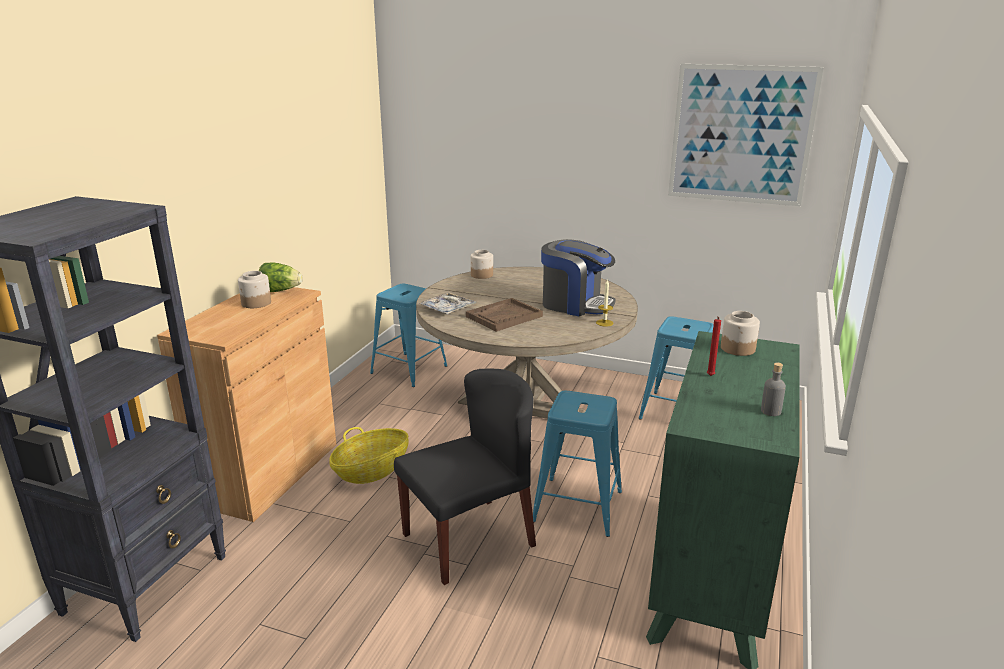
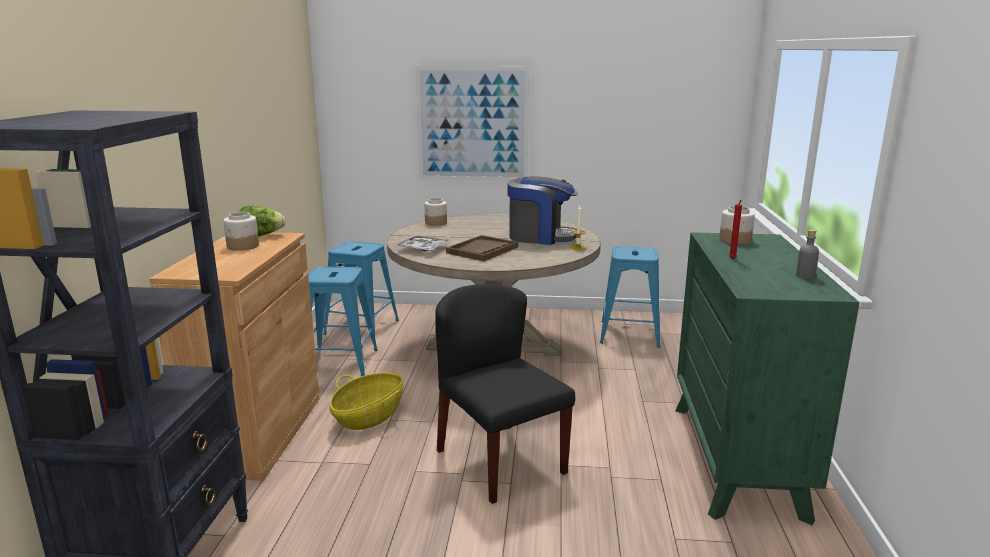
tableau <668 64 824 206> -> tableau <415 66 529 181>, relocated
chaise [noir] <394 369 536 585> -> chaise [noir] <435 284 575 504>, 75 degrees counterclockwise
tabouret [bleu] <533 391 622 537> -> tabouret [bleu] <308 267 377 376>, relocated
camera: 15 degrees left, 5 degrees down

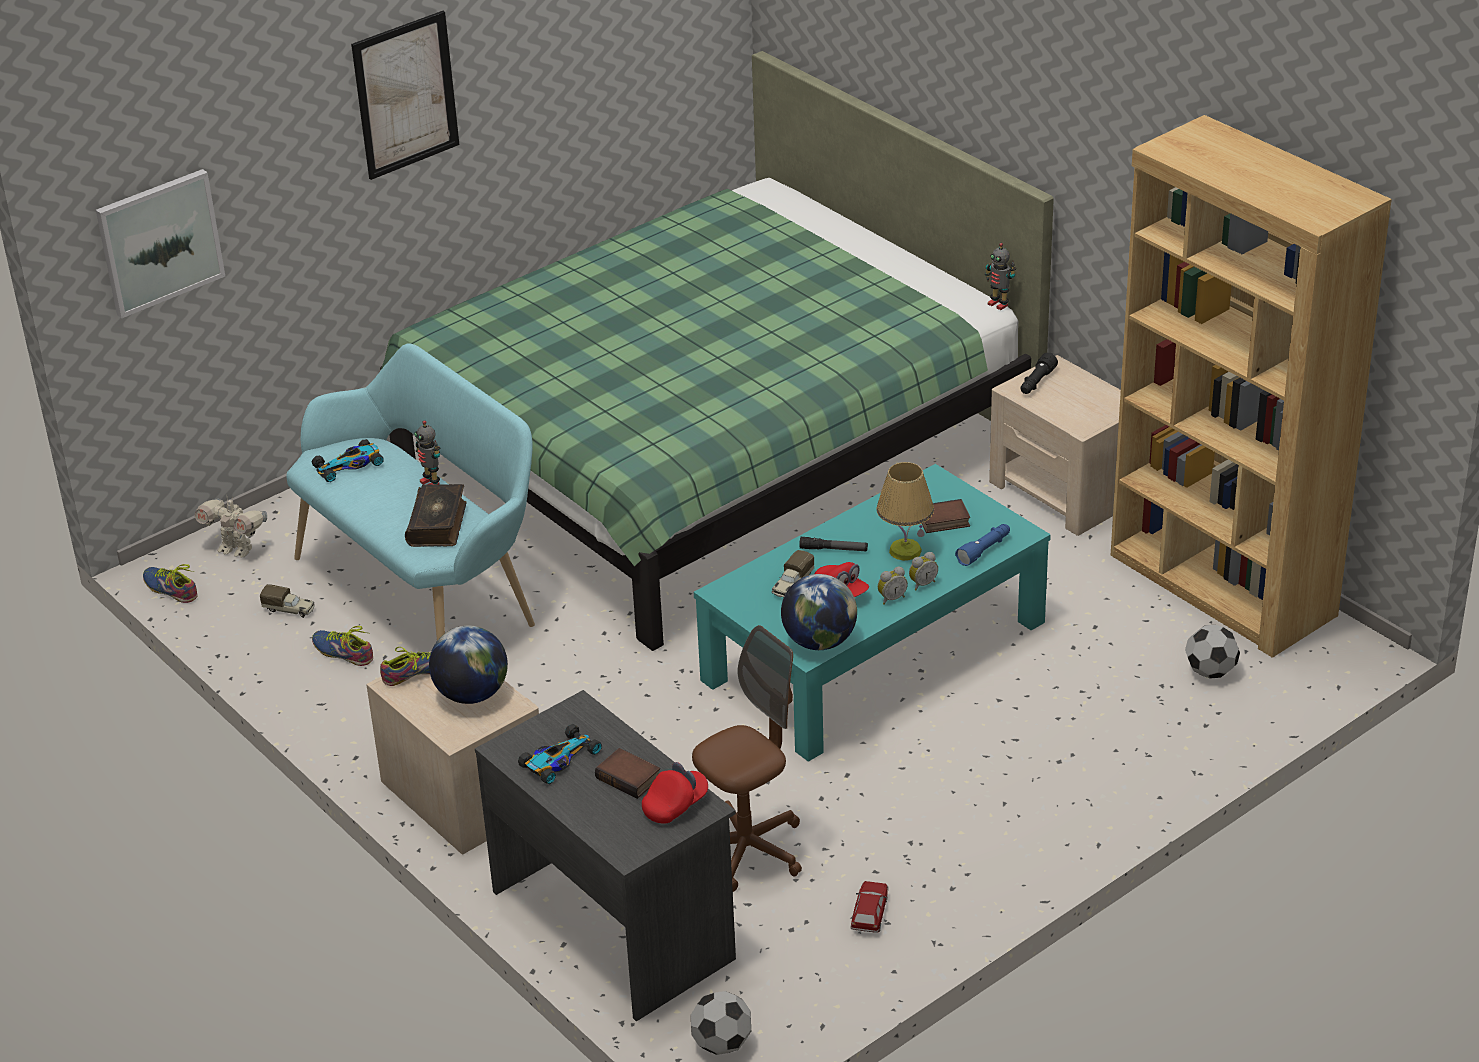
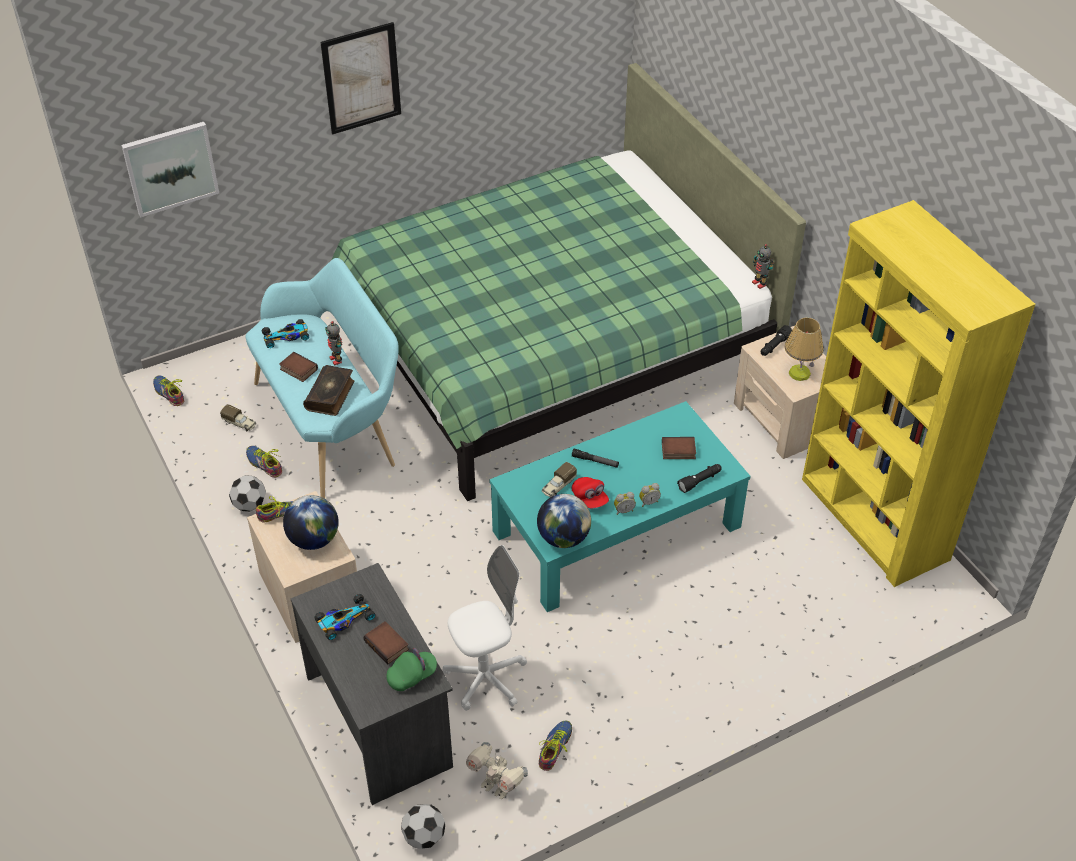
bibliothèque [marron] <1111 115 1392 658> -> bibliothèque [jaune] <802 200 1036 587>
lampe de table <876 462 934 561> -> lampe de table <785 318 824 381>, relocated
robot jouet <195 496 267 558> -> robot jouet <466 742 528 799>, relocated
lampe de poche [bleu] <955 524 1010 566> -> lampe de poche [noir] <677 464 722 493>
chaise de bureau [marron] <692 625 802 892> -> chaise de bureau [blanc] <443 545 527 711>
ballon de foot <1185 625 1240 678> -> ballon de foot <229 475 266 512>, relocated
casquette [rouge] <642 762 708 824> -> casquette [vert] <387 648 437 691>
petite voiture <850 881 888 933> -> chaussure <539 721 572 771>
none -> livre <279 352 318 382>
camera: 10 degrees right, 10 degrees up

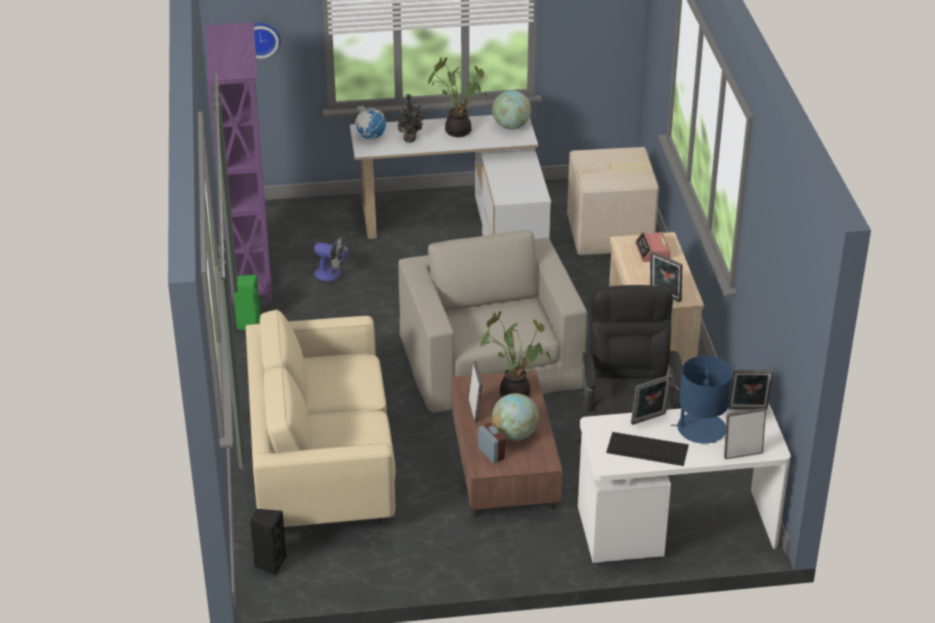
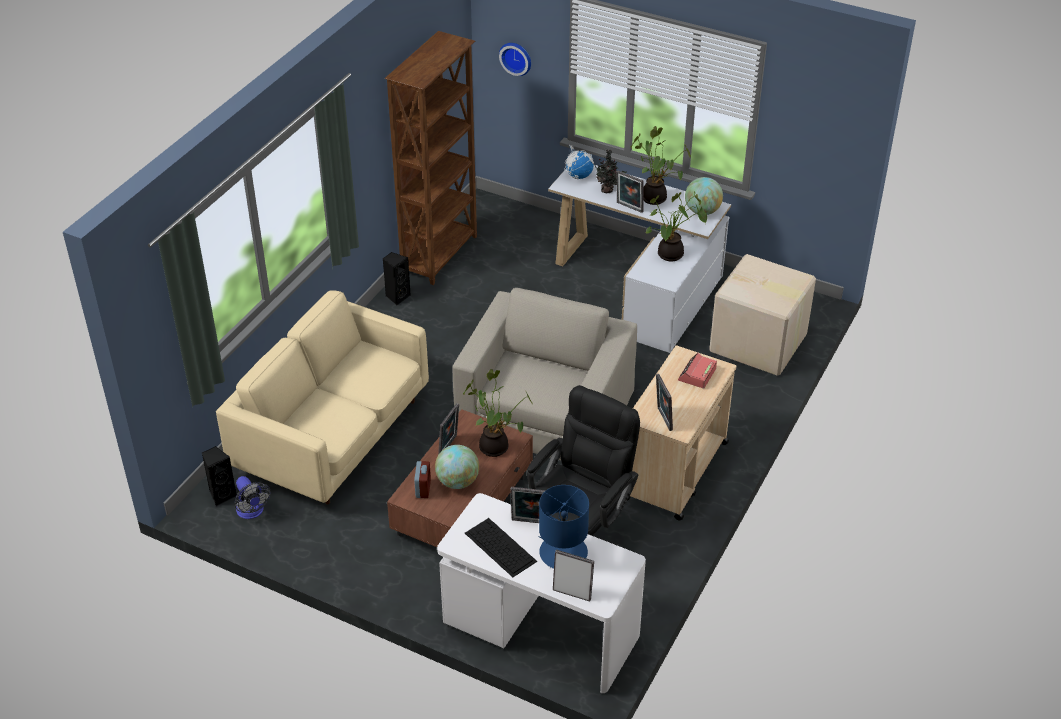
bibliothèque [violet] <206 23 273 304> -> bibliothèque [marron] <385 31 477 285>
ventilateur <314 236 349 281> -> ventilateur <235 476 271 519>, relocated
enceinte [vert] <234 274 260 330> -> enceinte [noir] <382 252 411 305>
cadre photo <729 370 773 410> -> cadre photo <616 171 644 213>, relocated
none -> plante en pot <646 192 707 261>
camera: 35 degrees right, 5 degrees up

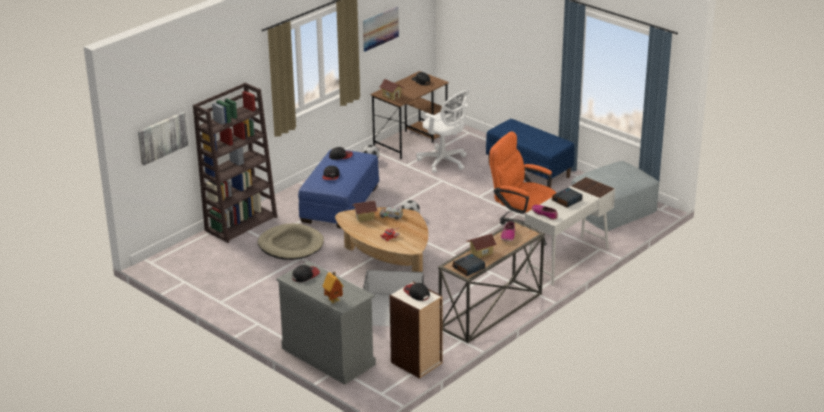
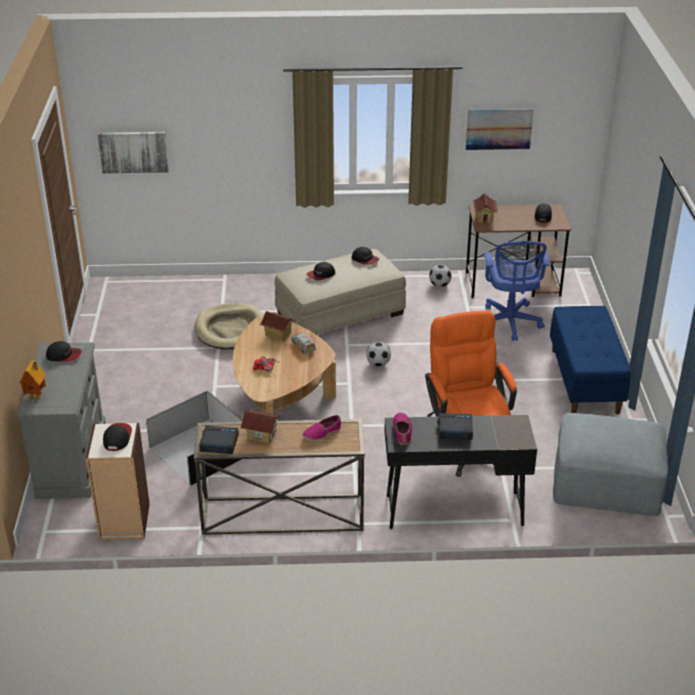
bibliothèque [marron] <193 83 277 243> -> none
chaise de bureau [blanc] <416 90 470 173> -> chaise de bureau [bleu] <484 241 551 341>
pouf [bleu] <298 149 379 229> -> pouf [beige] <275 249 406 335>
bureau [blanc] <525 177 615 286> -> bureau [noir] <384 415 537 529>
camera: 45 degrees right, 5 degrees up

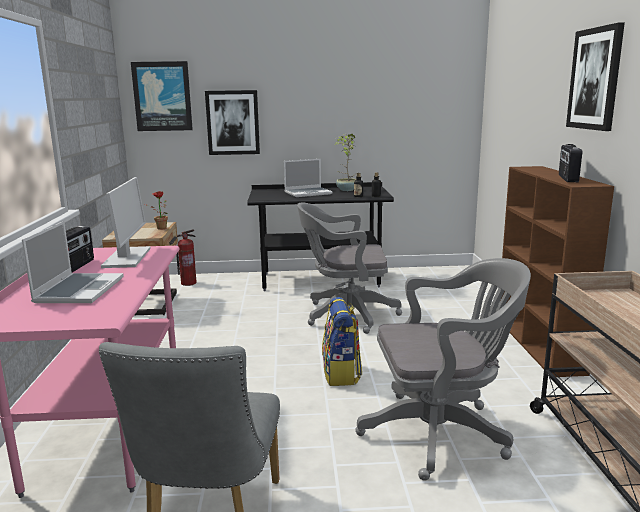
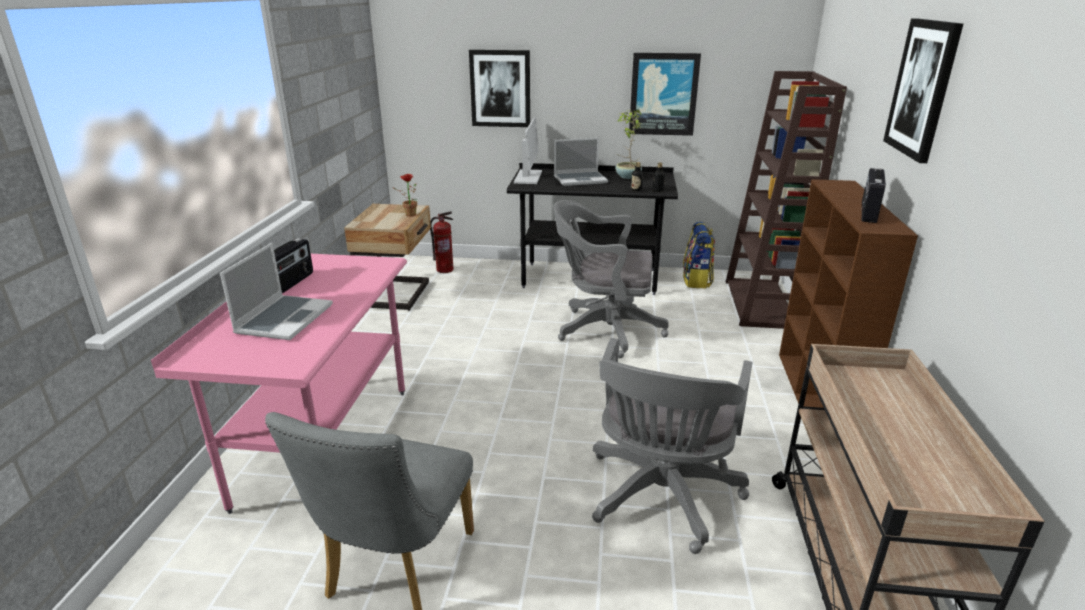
tableau <131 61 193 131> -> tableau <629 53 701 136>, relocated
écran d'ordinateur <101 177 151 268> -> écran d'ordinateur <514 117 542 184>, relocated
chaise de bureau [gris] <355 258 531 481> -> chaise de bureau [gris] <592 338 753 554>, 105 degrees clockwise
sac à dos <322 297 362 386> -> sac à dos <683 222 715 288>, relocated
none -> bibliothèque [marron] <726 71 847 329>
camera: 10 degrees right, 10 degrees up

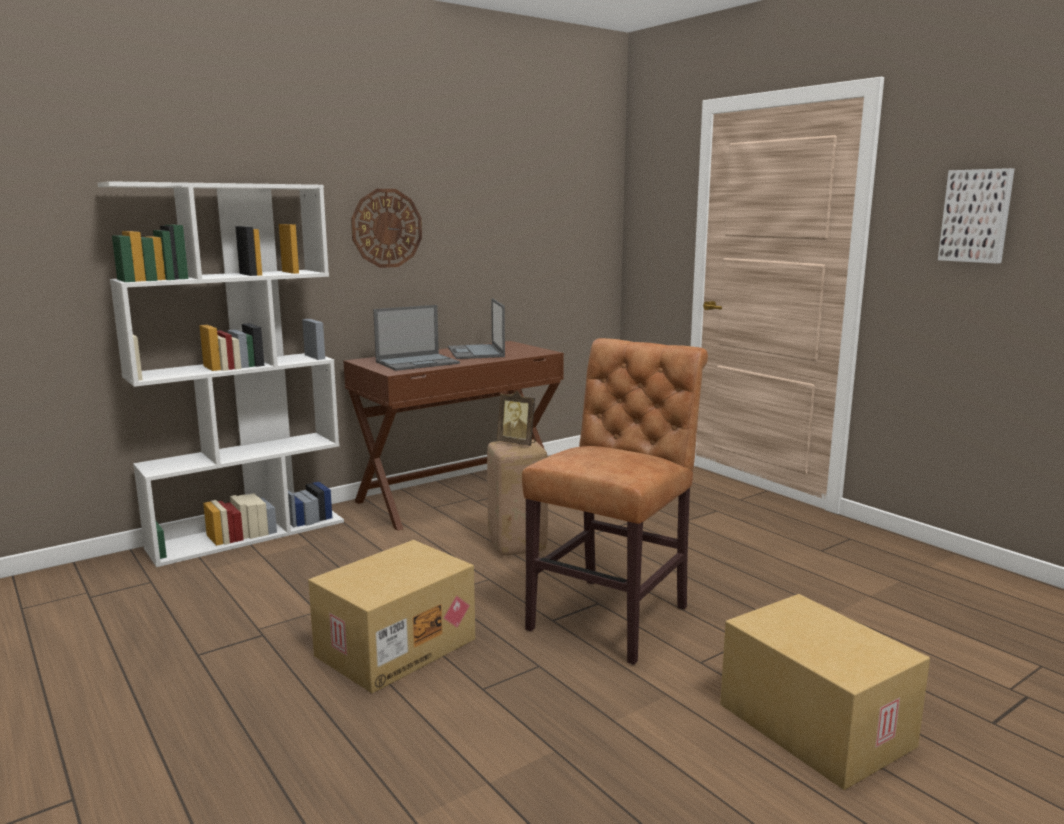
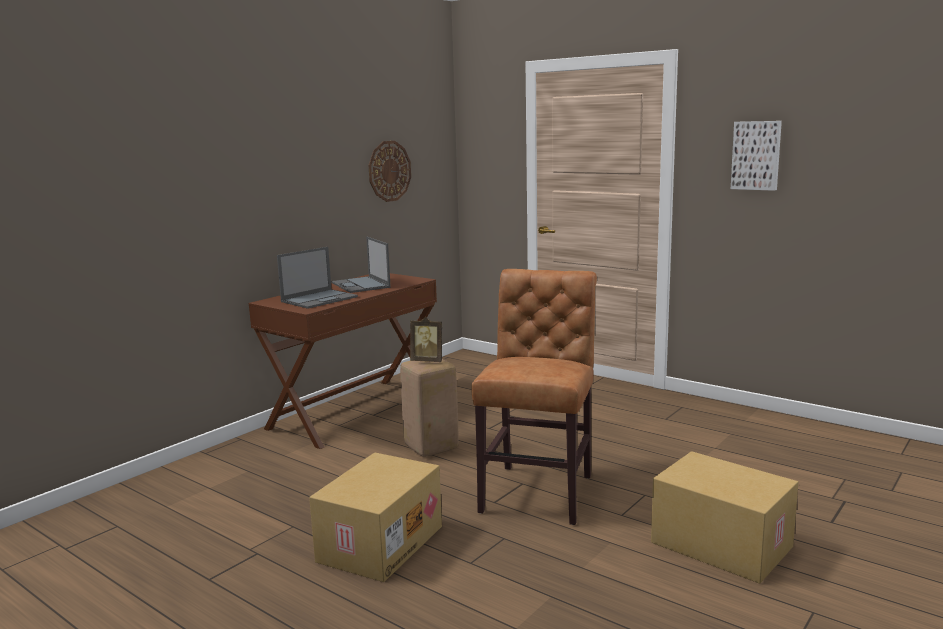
bibliothèque [blanc] <98 181 344 567> -> none
horloge murale <351 189 422 268> -> horloge murale <368 141 411 202>, relocated
camera: 15 degrees left, 0 degrees up

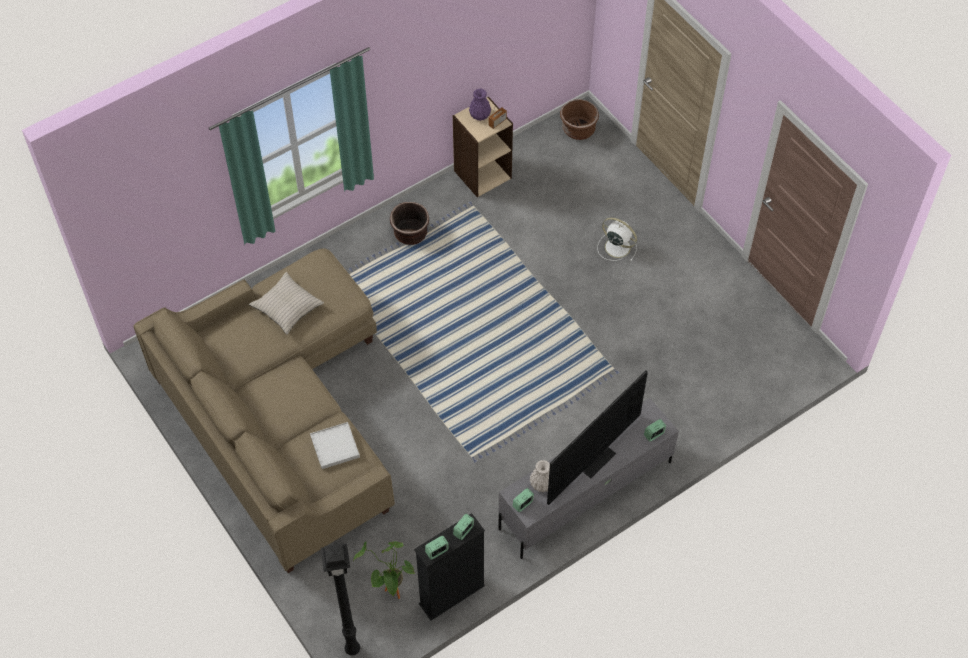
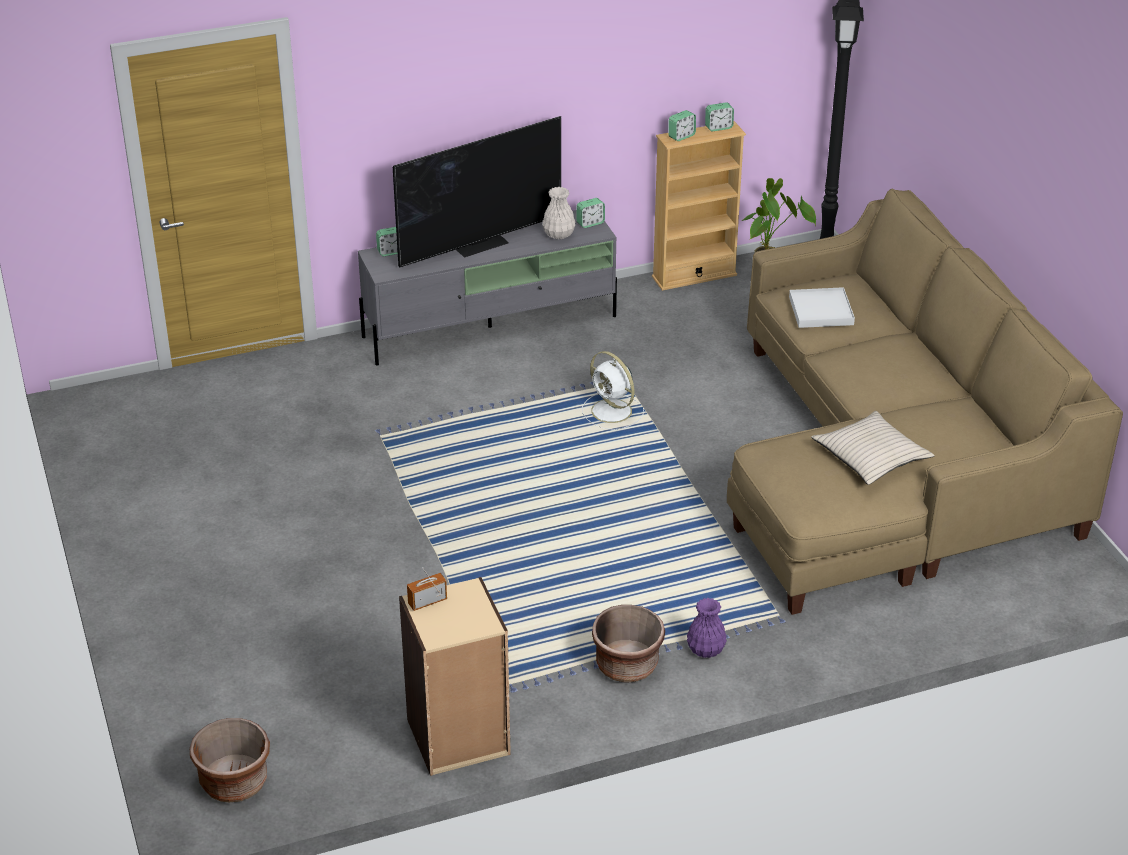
vase [violet] <469 88 491 121> -> vase [violet] <687 598 727 658>, relocated
ventilateur [blanc] <597 218 637 261> -> ventilateur [blanc] <582 351 644 430>, relocated
bibliothèque [noir] <414 513 485 621> -> bibliothèque [beige] <652 121 746 291>
camera: 165 degrees left, 20 degrees down

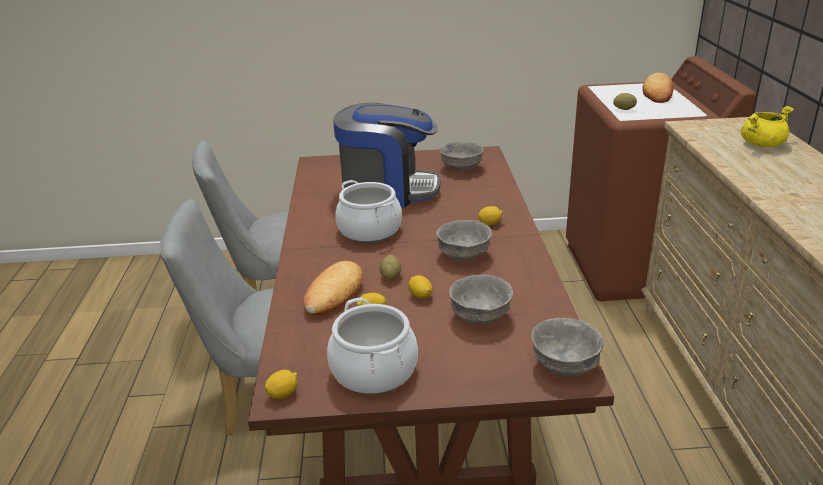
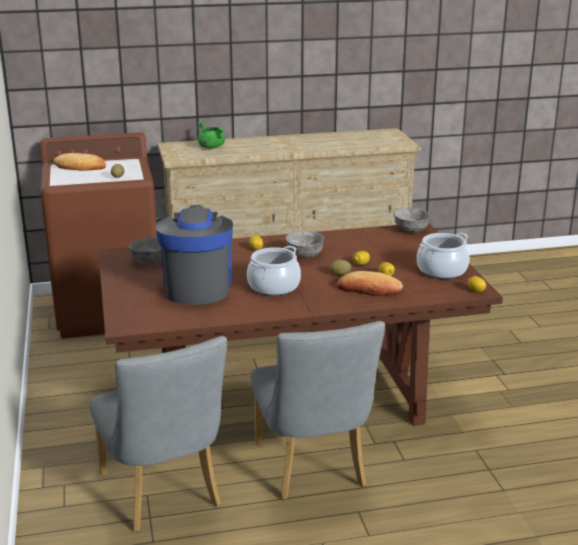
marmite [jaune] <741 106 794 147> -> marmite [vert] <198 122 225 149>
bol [gris] <449 275 513 325> -> none
camera: 100 degrees left, 5 degrees down

